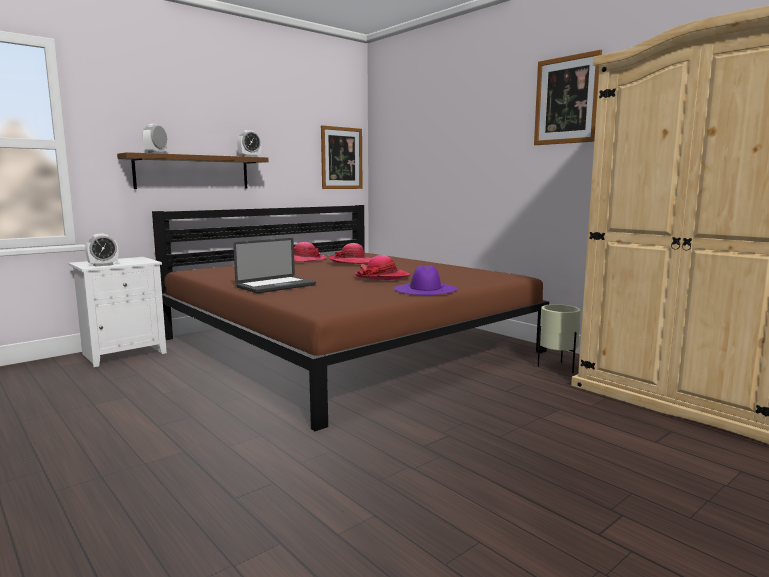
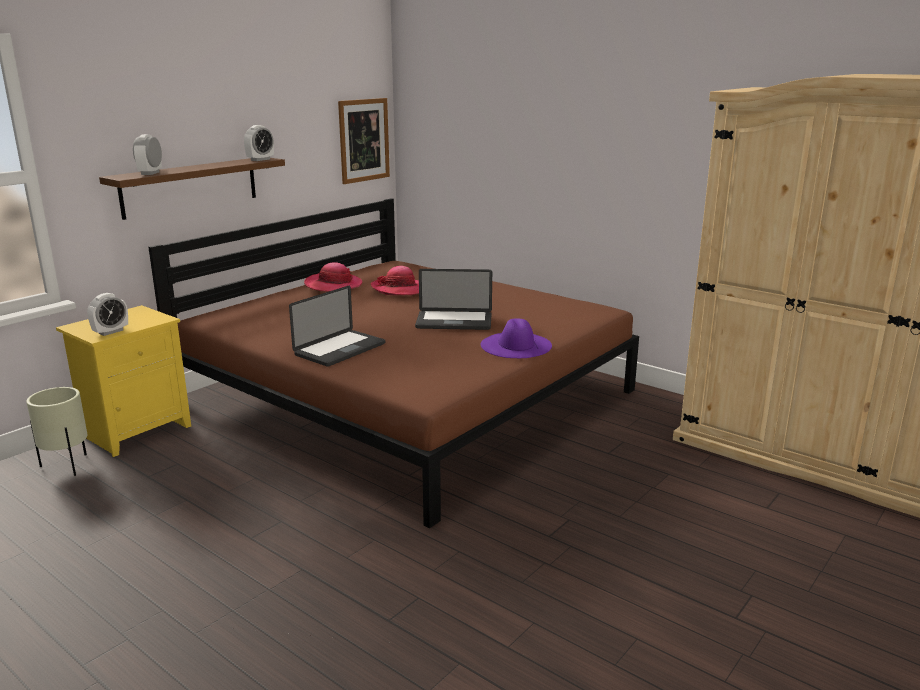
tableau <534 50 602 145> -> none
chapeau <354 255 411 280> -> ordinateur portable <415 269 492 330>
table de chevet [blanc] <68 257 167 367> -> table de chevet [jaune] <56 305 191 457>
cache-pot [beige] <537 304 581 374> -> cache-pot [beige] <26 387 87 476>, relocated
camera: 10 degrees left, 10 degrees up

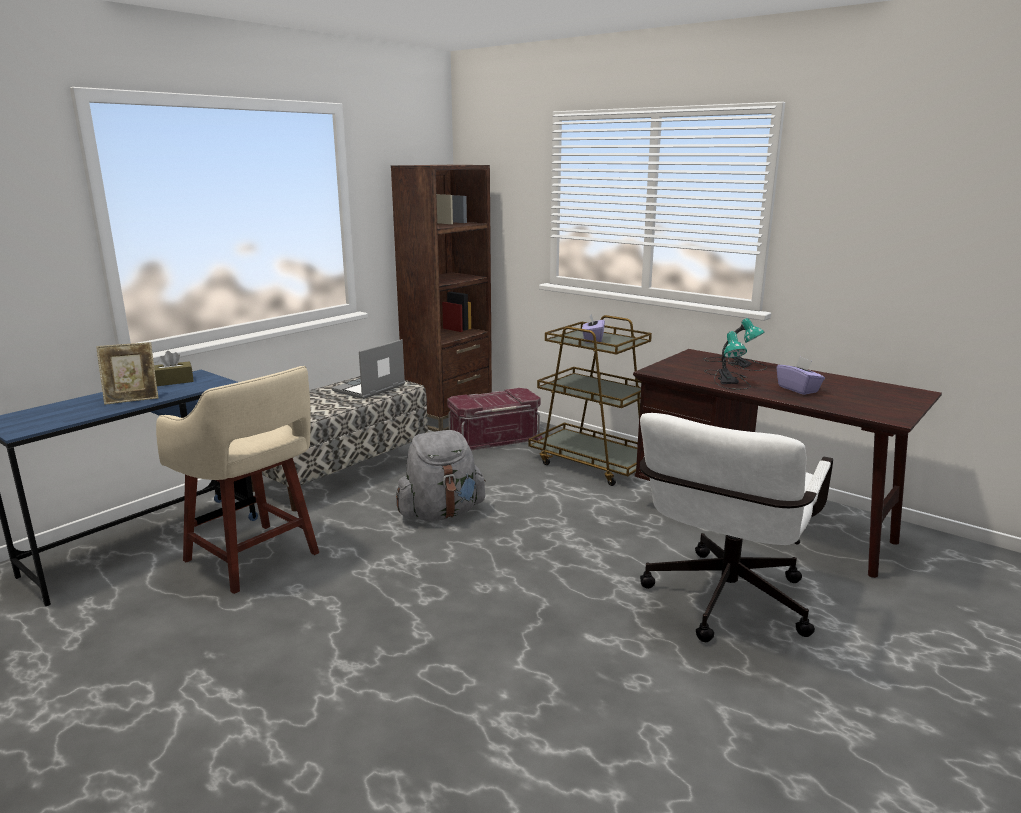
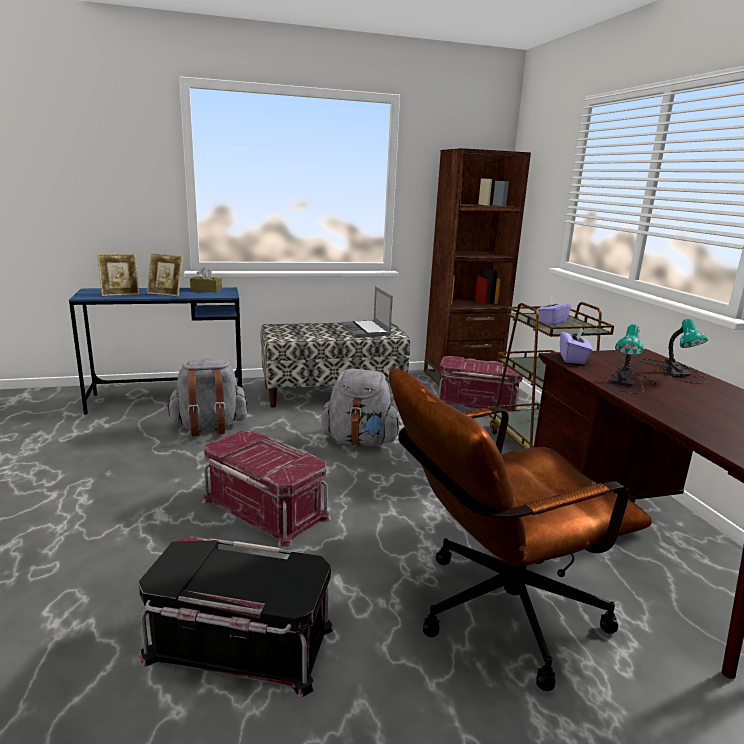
ordinateur portable <331 339 405 399> -> ordinateur portable <341 286 393 337>, 90 degrees counterclockwise
boîte à mouchoirs [violet] <776 356 825 395> -> boîte à mouchoirs [violet] <560 327 593 364>, relocated
tabouret [beige] <156 366 319 594> -> sac à dos [gris] <166 358 248 437>
chaise de bureau [blanc] <640 413 833 642> -> chaise de bureau [marron] <389 368 652 691>
none -> cadre photo <97 254 140 296>
none -> boîte de rangement [rouge] <202 431 331 547>
none -> boîte de rangement [noir] <138 536 334 697>
camera: 35 degrees right, 0 degrees up

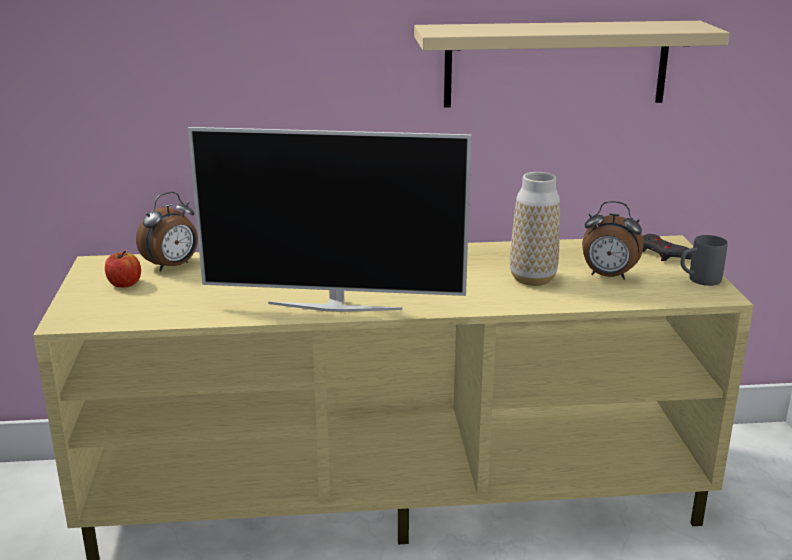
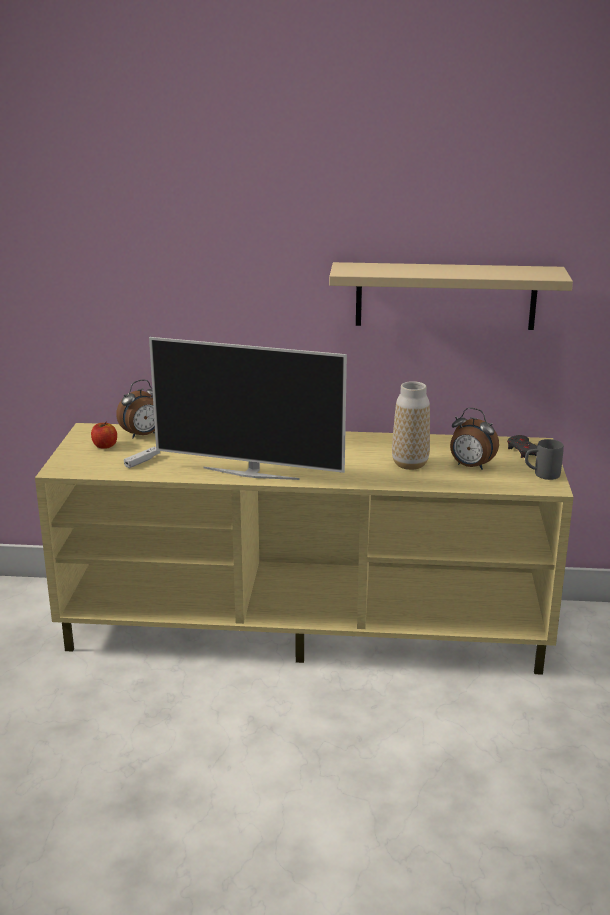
none -> manette [blanc] <124 447 160 468>
camera: 10 degrees right, 0 degrees up

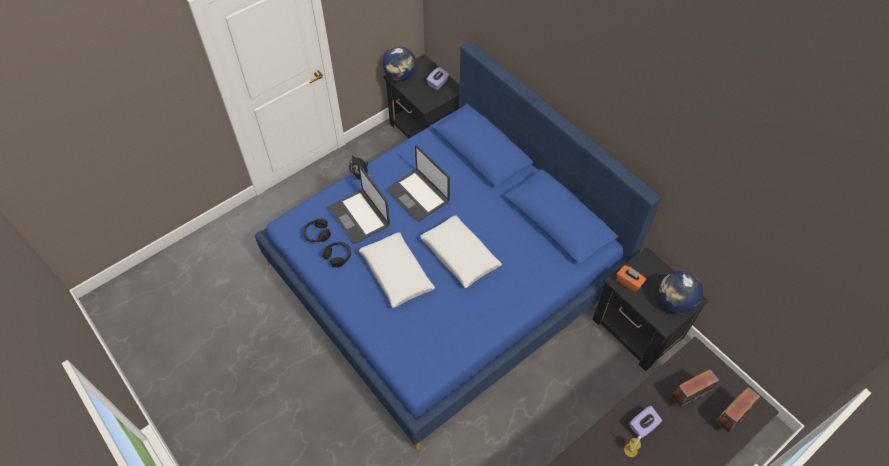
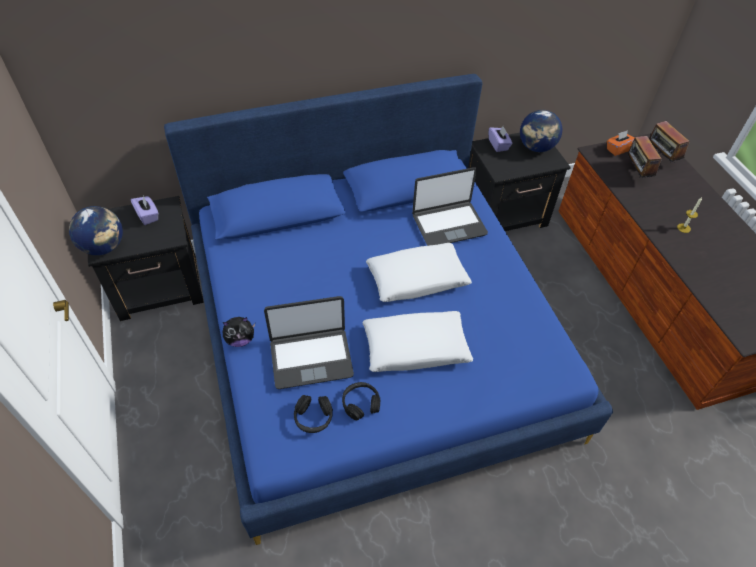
ordinateur portable <387 145 450 222> -> ordinateur portable <412 167 488 246>, relocated
boîte à mouchoirs [orange] <617 265 646 292> -> boîte à mouchoirs [orange] <607 130 635 156>, relocated
boîte à mouchoirs [violet] <629 406 662 438> -> boîte à mouchoirs [violet] <489 126 512 152>, relocated
camera: 70 degrees left, 5 degrees down

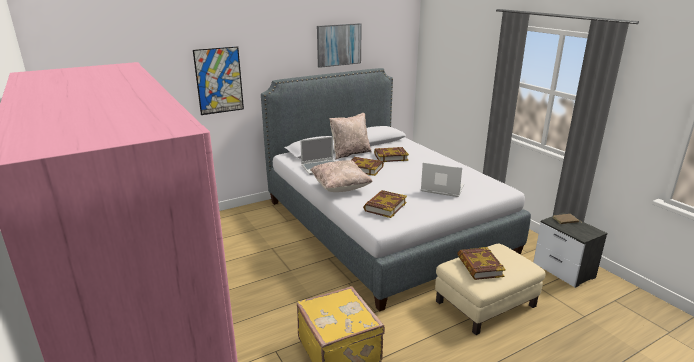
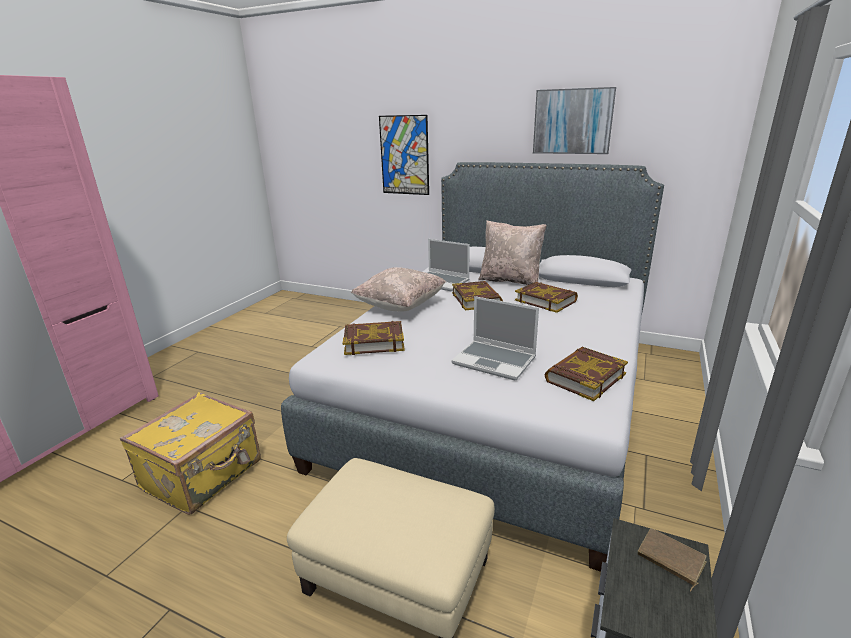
ordinateur portable <421 162 464 197> -> ordinateur portable <451 296 539 381>, 135 degrees clockwise
livre <457 247 506 280> -> livre <544 347 628 401>, relocated
camera: 55 degrees right, 0 degrees up

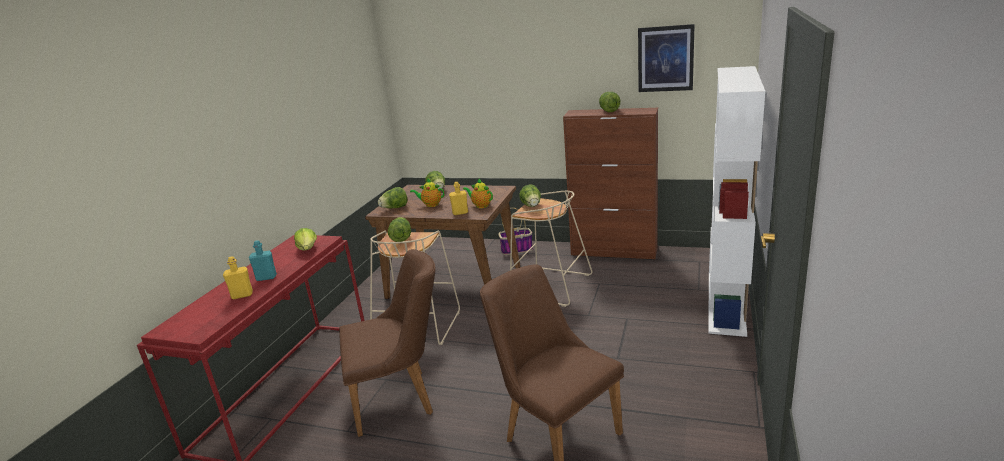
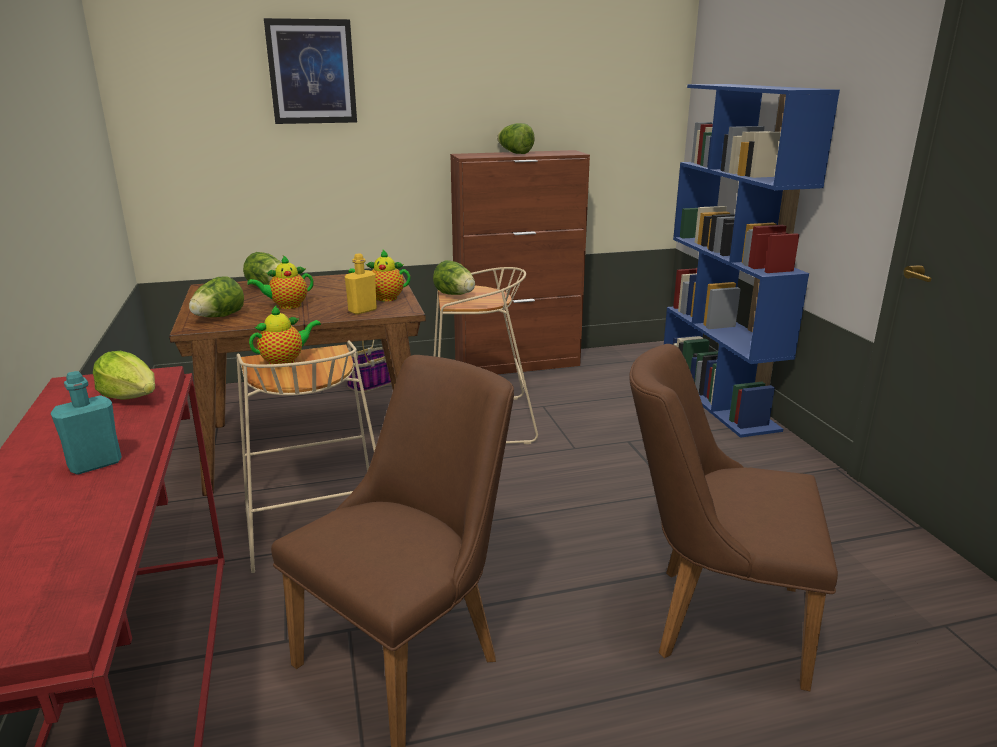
tableau <638 24 695 92> -> tableau <264 18 357 124>, relocated
bibliothèque [blanc] <708 66 765 337> -> bibliothèque [bleu] <664 84 840 438>
laitue <388 217 411 242> -> théière <249 305 321 364>
bouteille [jaune] <223 256 253 299> -> none
camera: 35 degrees left, 0 degrees up

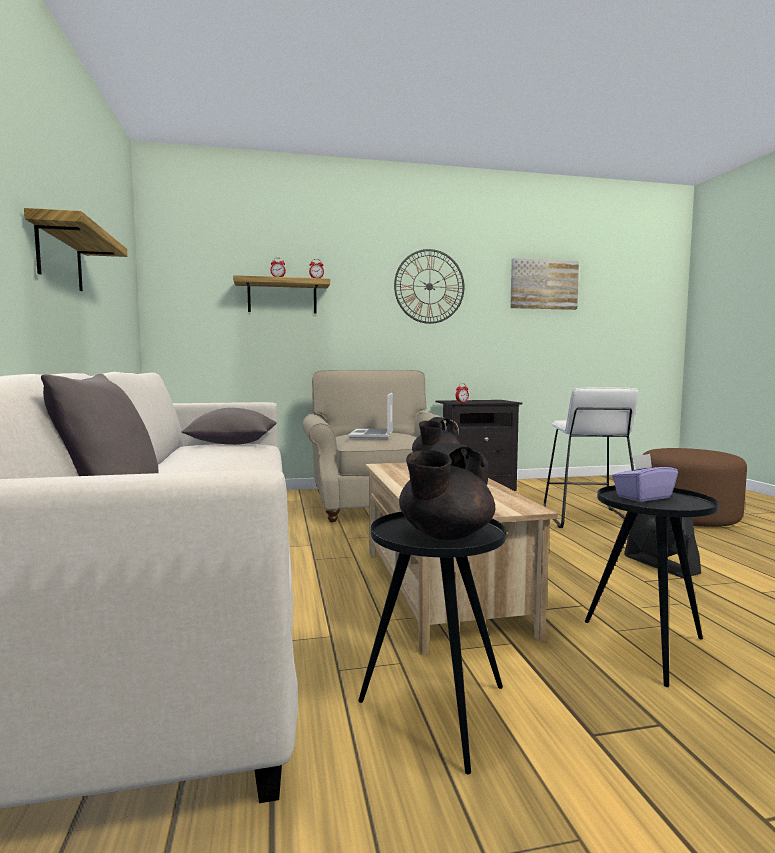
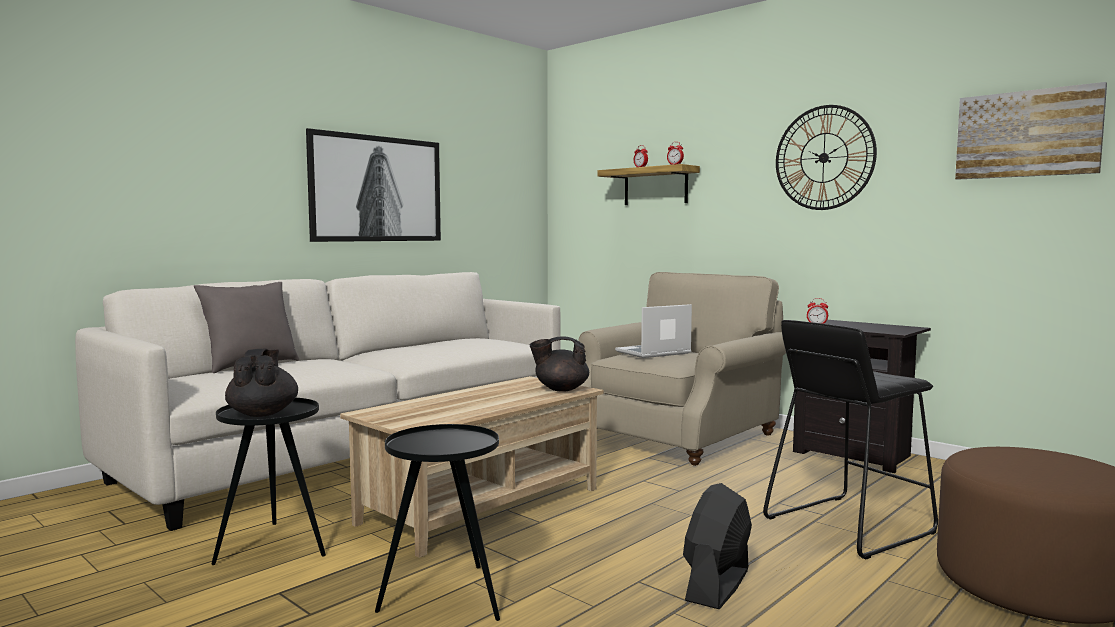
étagère <24 208 128 291> -> tableau <306 128 441 242>
tabouret [blanc] <544 387 638 528> -> tabouret [noir] <763 320 938 560>
coussin [gris] <182 408 277 445> -> none
théière [noir] <399 442 495 540> -> théière [noir] <225 348 298 417>, 75 degrees clockwise
boîte à mouchoirs [violet] <612 454 678 502> -> none
camera: 55 degrees right, 0 degrees up

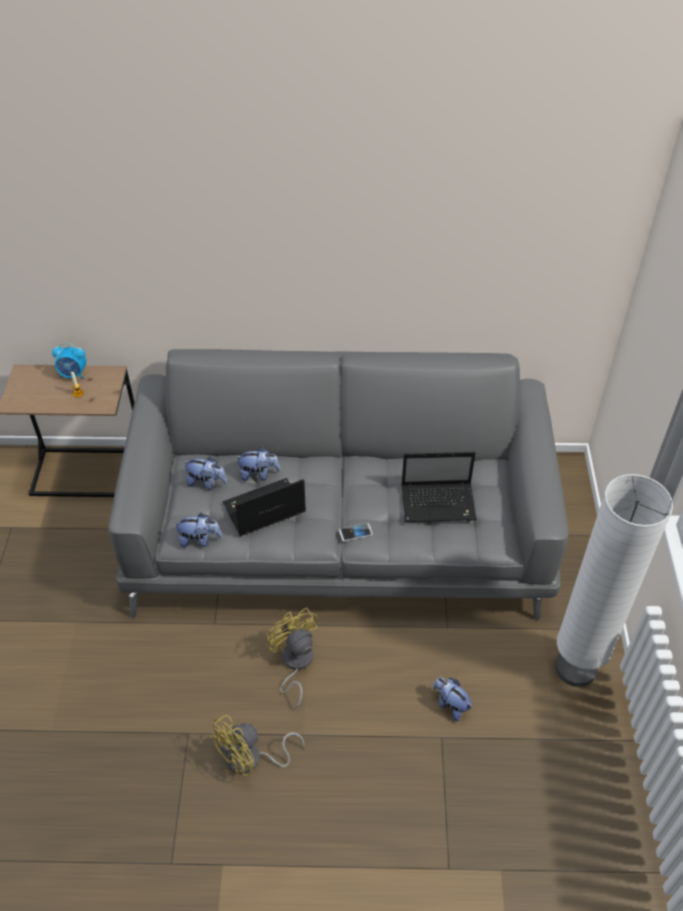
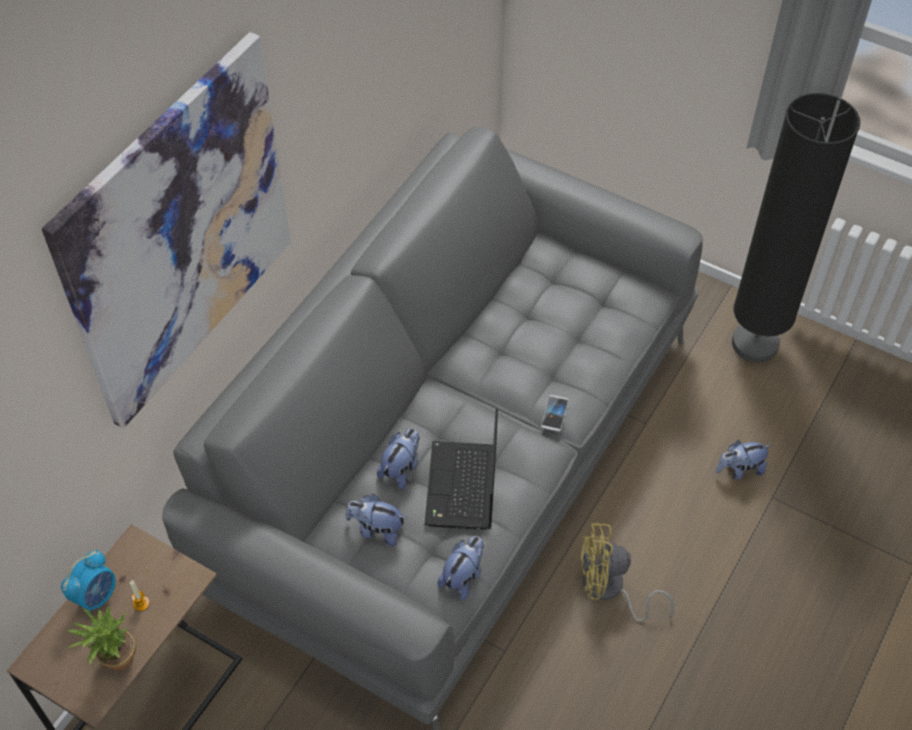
ordinateur portable <401 452 477 522> -> none
peluche <183 457 227 490> -> peluche <345 494 406 546>, 120 degrees counterclockwise
lampadaire [blanc] <555 474 673 687> -> lampadaire [noir] <732 93 860 363>
ventilateur [jaune] <209 715 305 776> -> none
none -> tableau <42 32 291 428>
none -> plante en pot <67 607 136 671>
camera: 60 degrees left, 5 degrees up

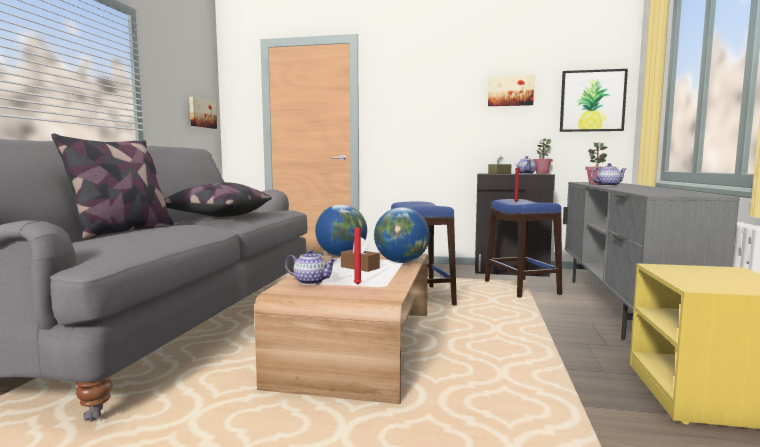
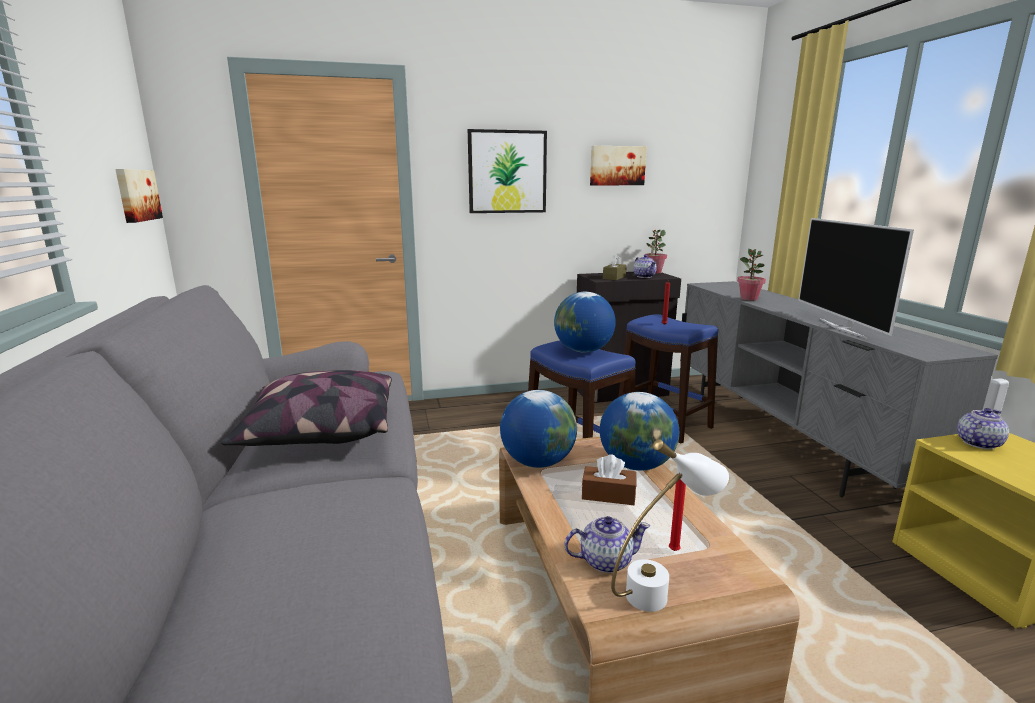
tableau <560 69 628 132> -> tableau <468 129 547 213>, relocated
coussin <51 133 174 239> -> none
théière <591 163 626 186> -> théière <957 408 1009 449>, relocated
none -> téléviseur <798 218 914 339>
none -> globe <554 292 616 353>
none -> lampe de table [blanc] <611 439 729 612>
camera: 25 degrees left, 10 degrees up

